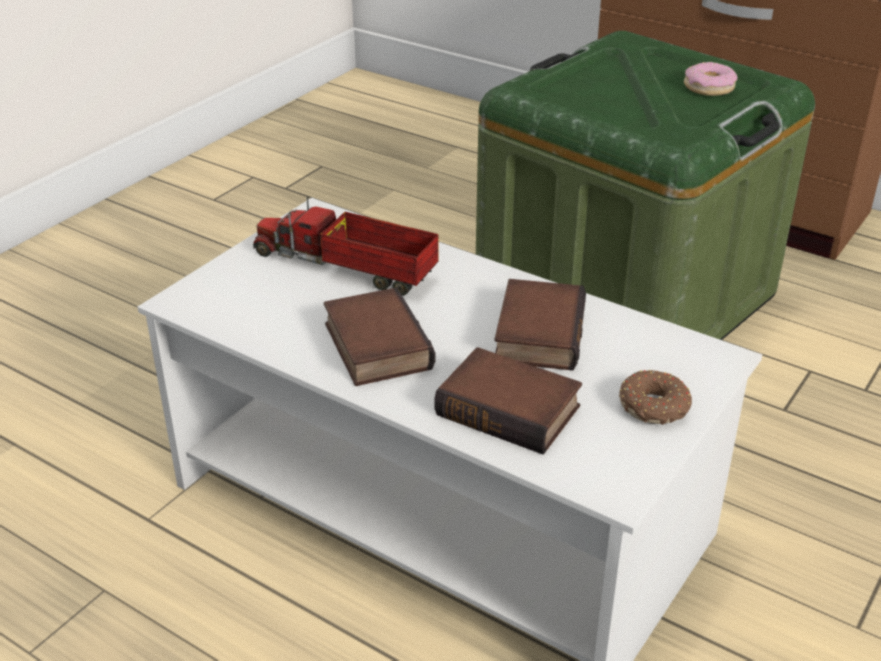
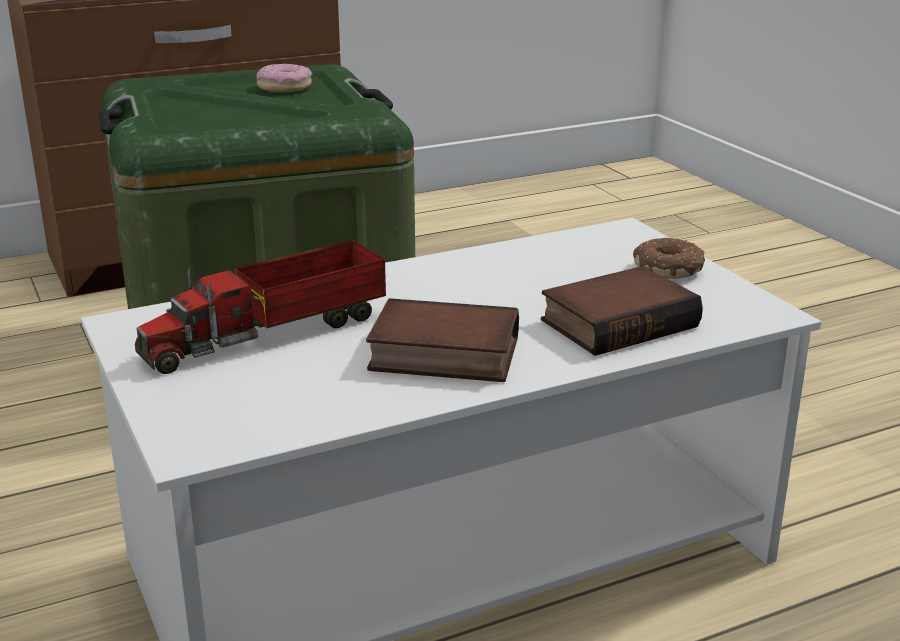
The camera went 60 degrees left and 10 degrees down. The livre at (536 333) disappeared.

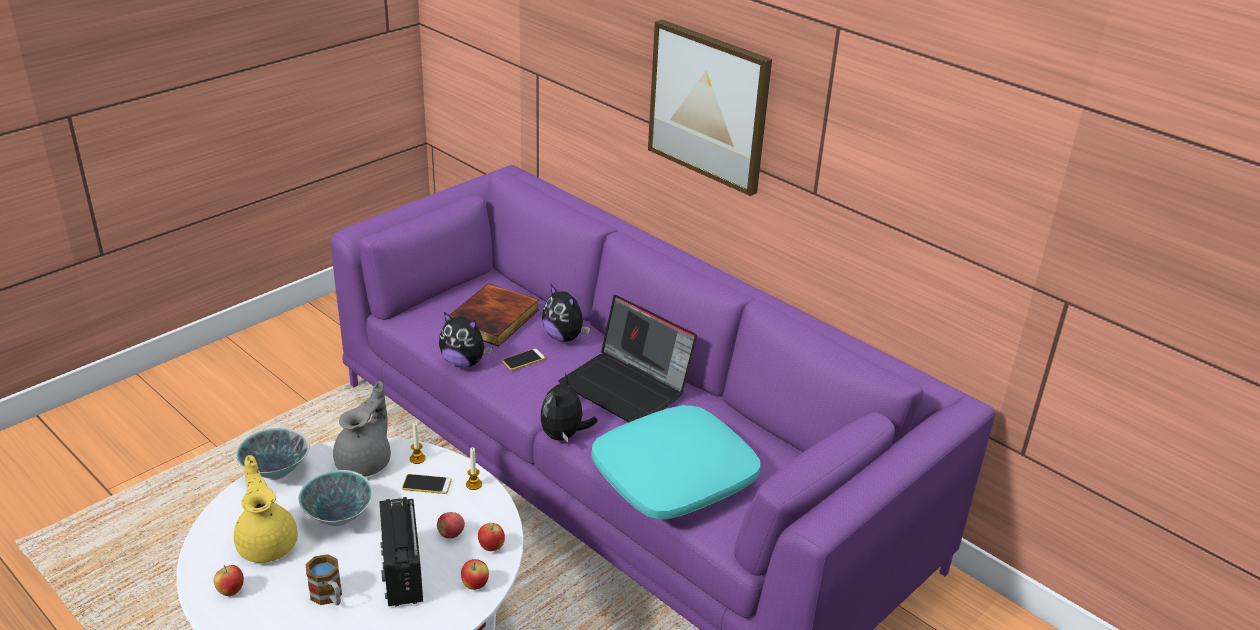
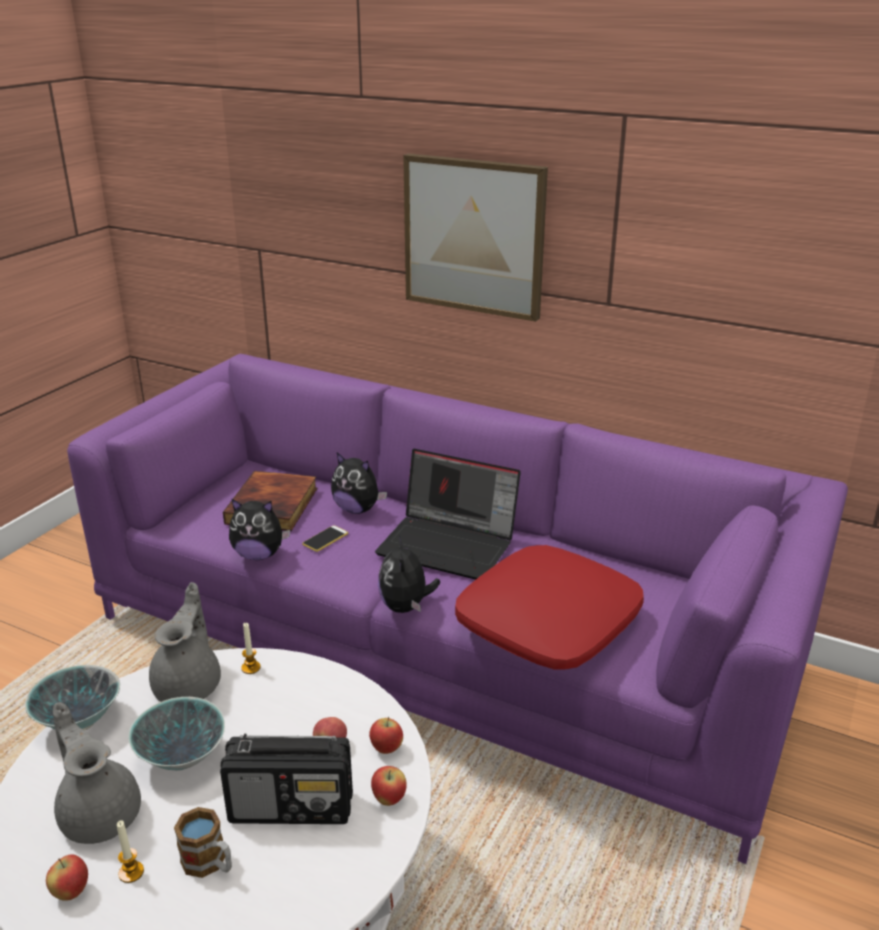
The camera went 15 degrees left and 5 degrees down. The théière/jaune at (268 543) became the théière/gris at (100 814). The bougie moved from (474 484) to (131 872). The radio at (402 573) turned 60 degrees counterclockwise. The coussin/turquoise at (674 477) became the coussin/rouge at (549 623). The téléphone at (427 484) disappeared.

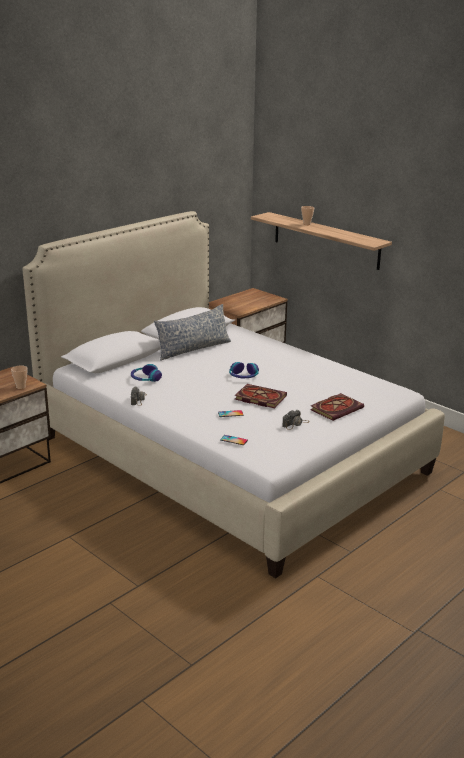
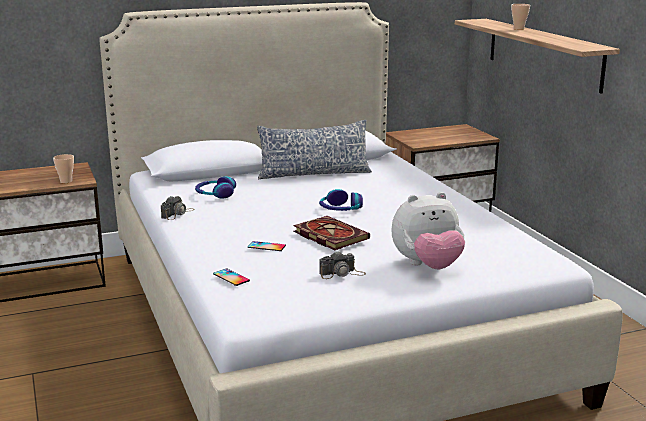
The camera went 25 degrees right and 5 degrees down. The livre at (337 408) was replaced by the peluche at (427 266).

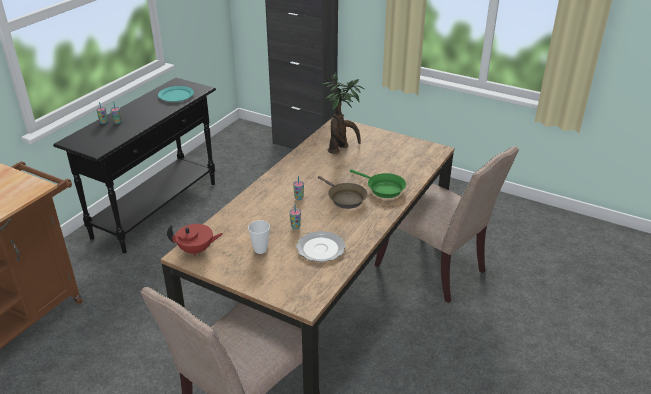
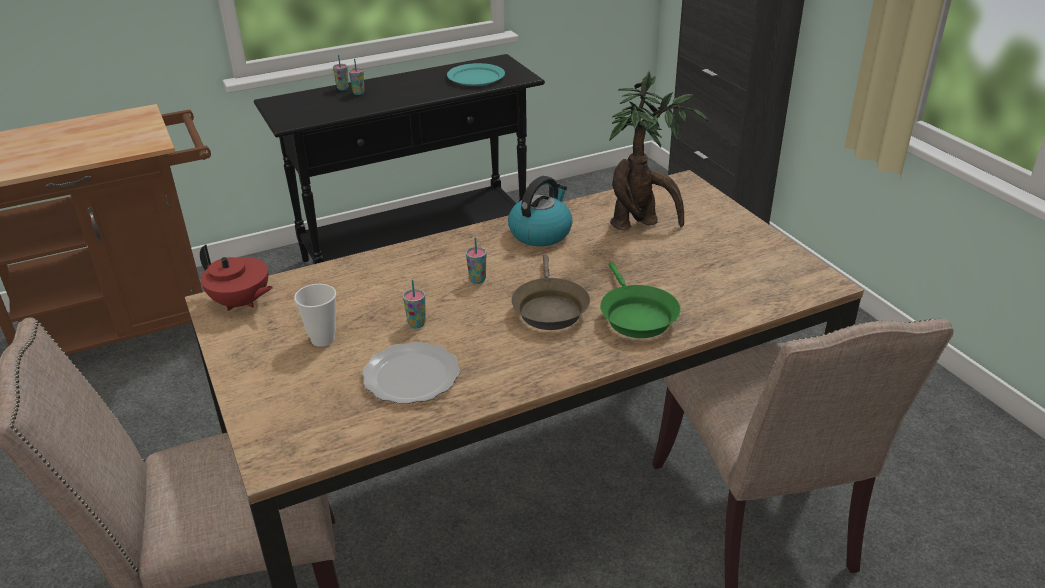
The camera went 35 degrees right and 0 degrees up. The bouilloire at (540 233) appeared.

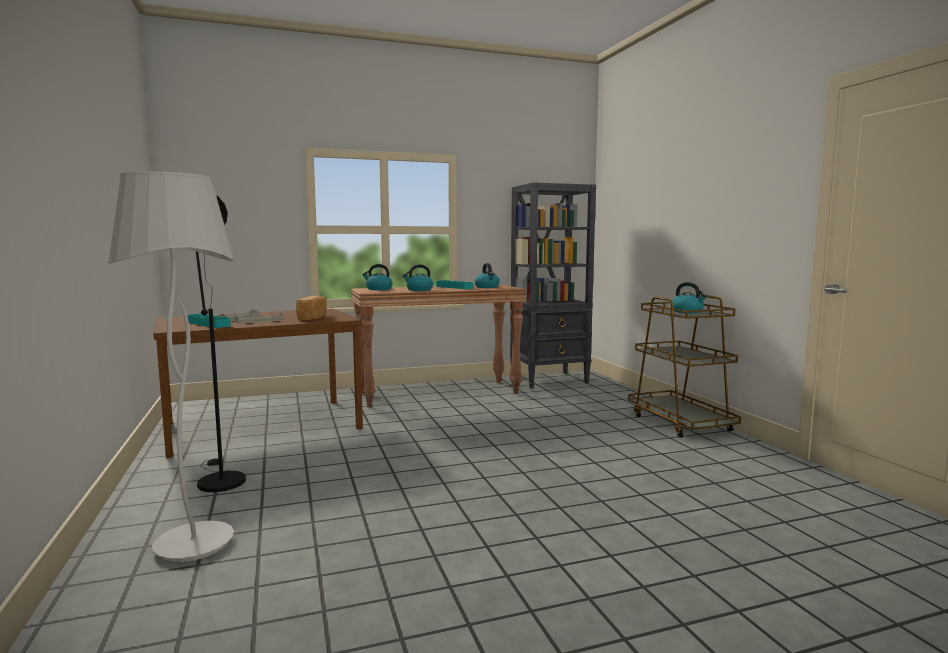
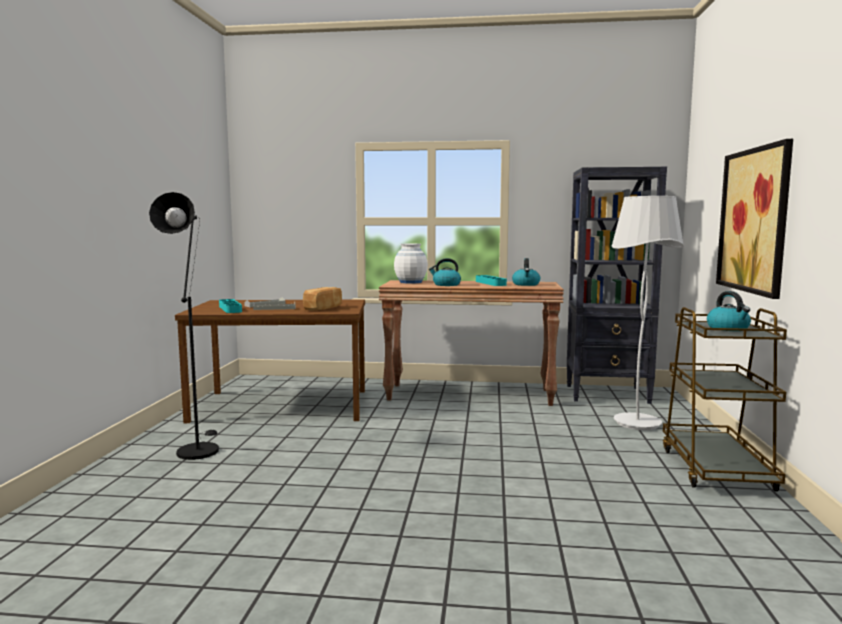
The camera went 25 degrees right and 0 degrees up. The bouilloire at (378 289) was replaced by the vase/blanc at (410 282). The lampadaire/blanc moved from (194 544) to (637 423). The tableau at (754 220) appeared.

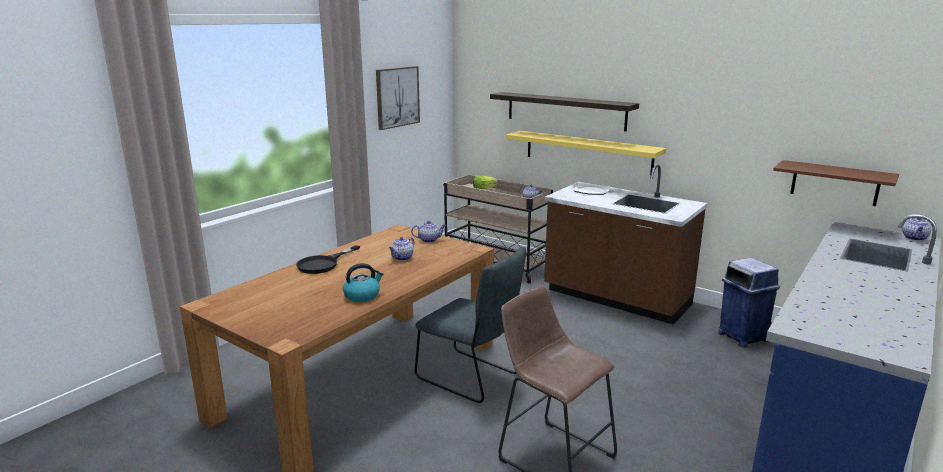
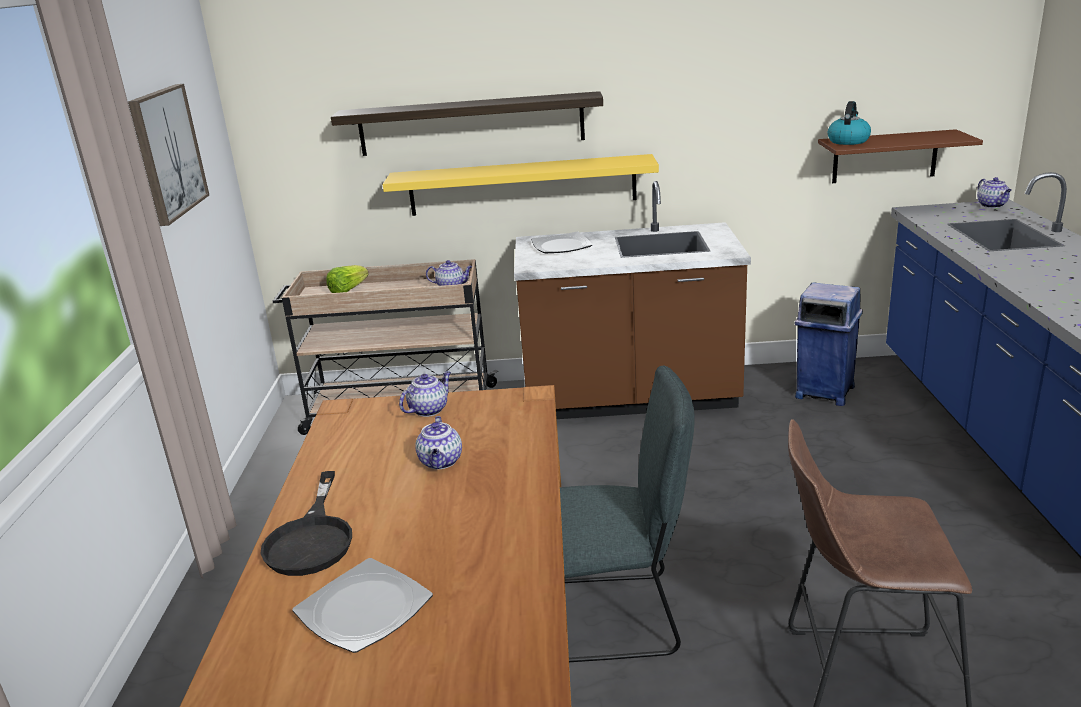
The camera went 35 degrees left and 5 degrees up. The assiette at (364 610) appeared. The bouilloire moved from (362 295) to (848 141).

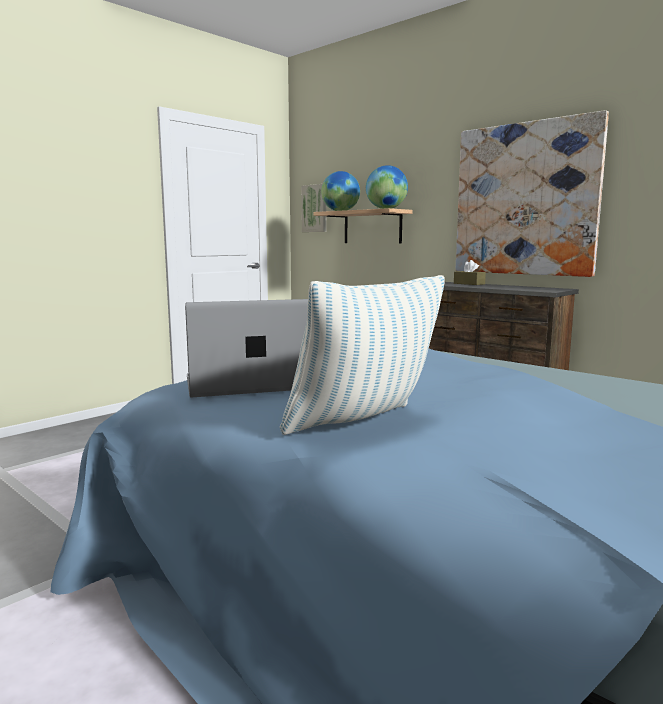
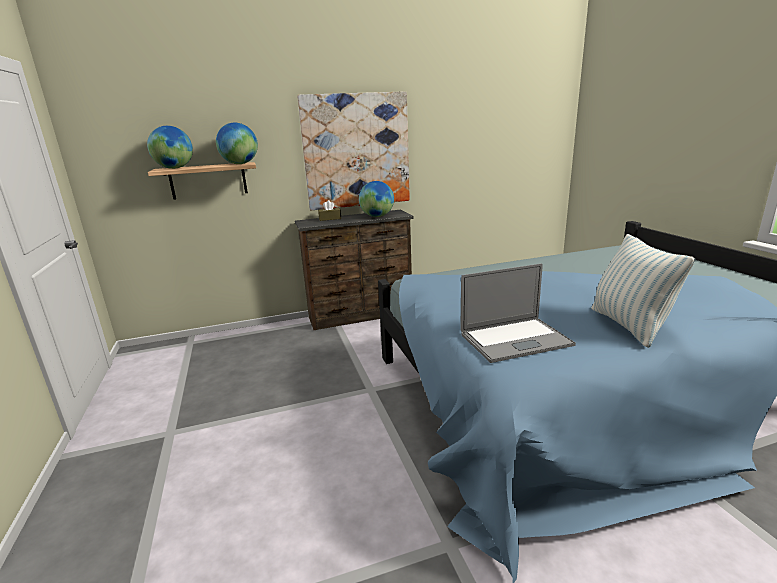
The camera went 60 degrees left and 10 degrees up. The globe at (377 216) appeared. The ordinateur portable at (250 383) turned 120 degrees counterclockwise. The tableau at (315 208) disappeared.

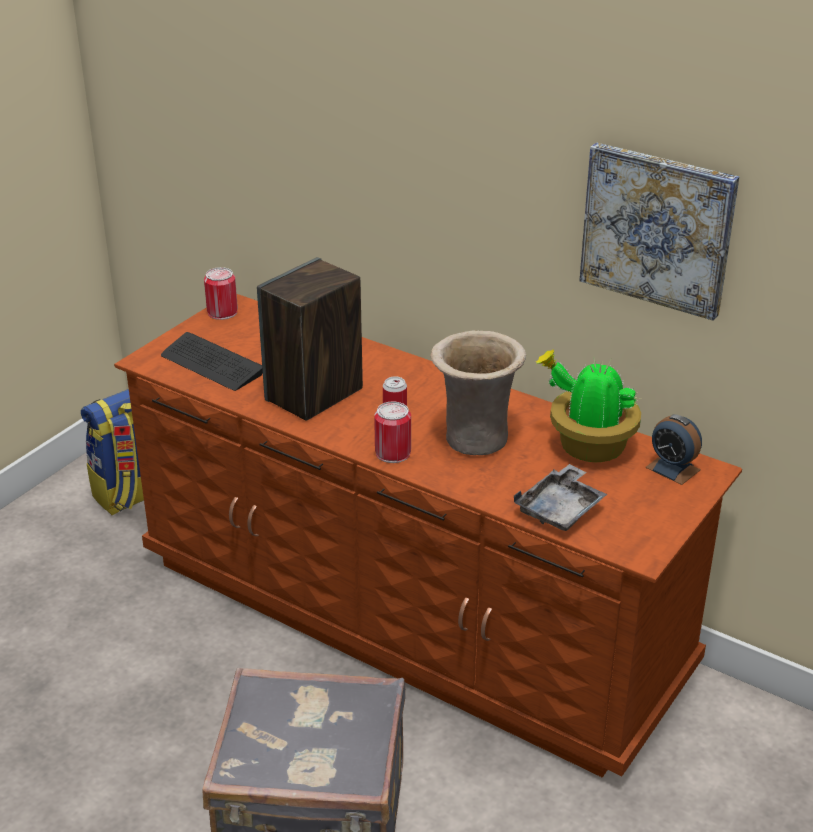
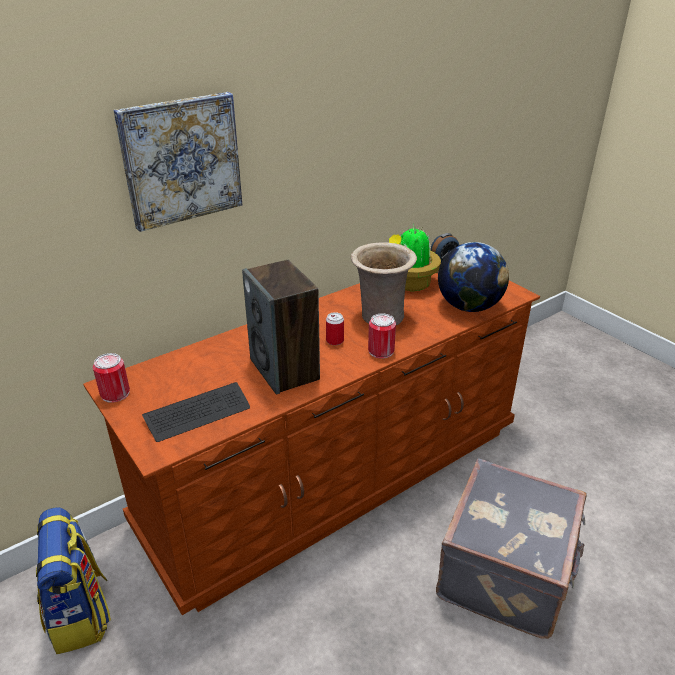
The camera went 70 degrees left and 0 degrees up. The tableau moved from (658 229) to (181 160). The plateau/gris at (561 509) was replaced by the globe at (469 306).

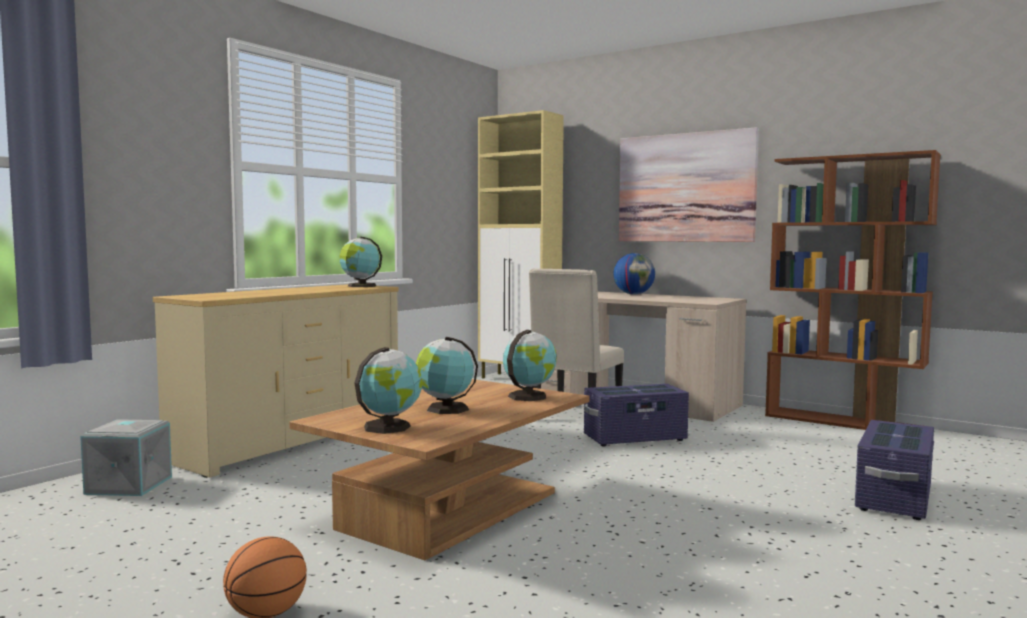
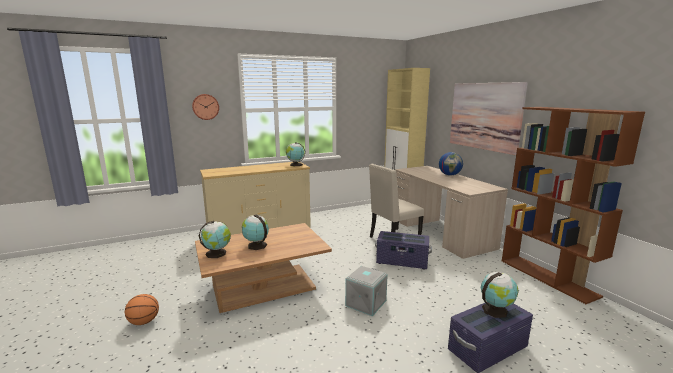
The camera went 30 degrees right and 10 degrees up. The horloge murale at (205 107) appeared. The boîte de rangement/gris moved from (128 485) to (365 303). The globe moved from (529 396) to (496 310).

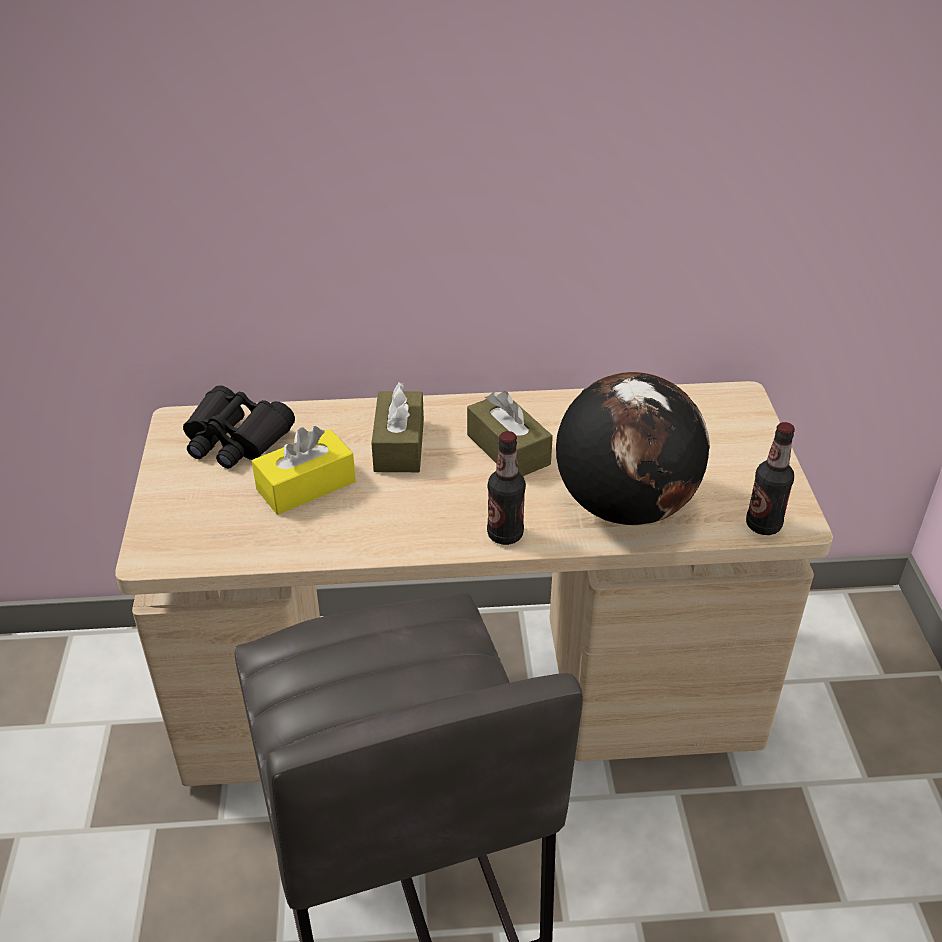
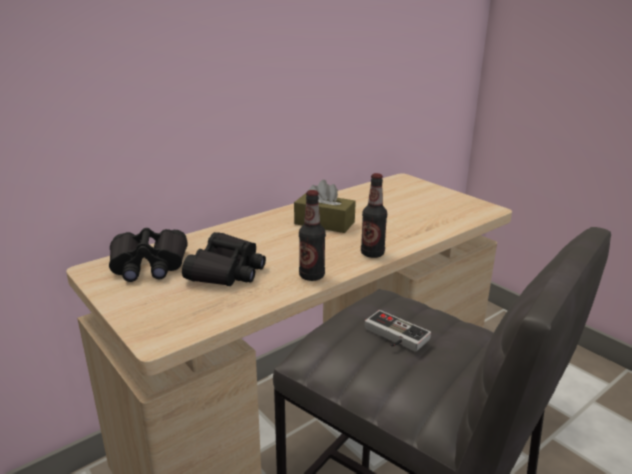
The camera went 35 degrees left and 15 degrees down. The boîte à mouchoirs/jaune at (306 486) was replaced by the jumelles/noir at (227 271). The bouteille moved from (763 525) to (311 276). The manette at (393 337) appeared. The boîte à mouchoirs/marron at (399 445) disappeared. The globe at (624 505) disappeared.

